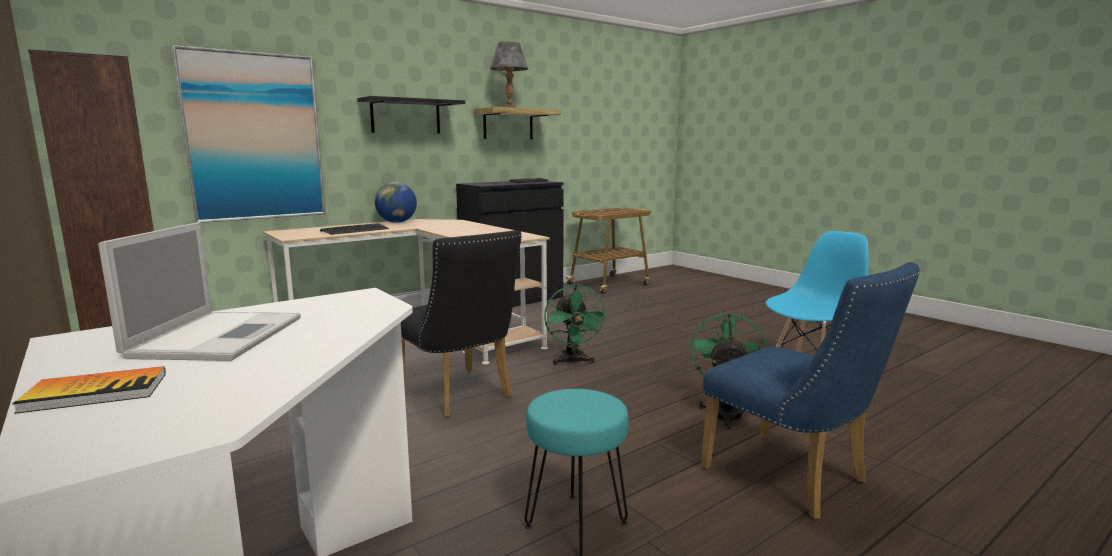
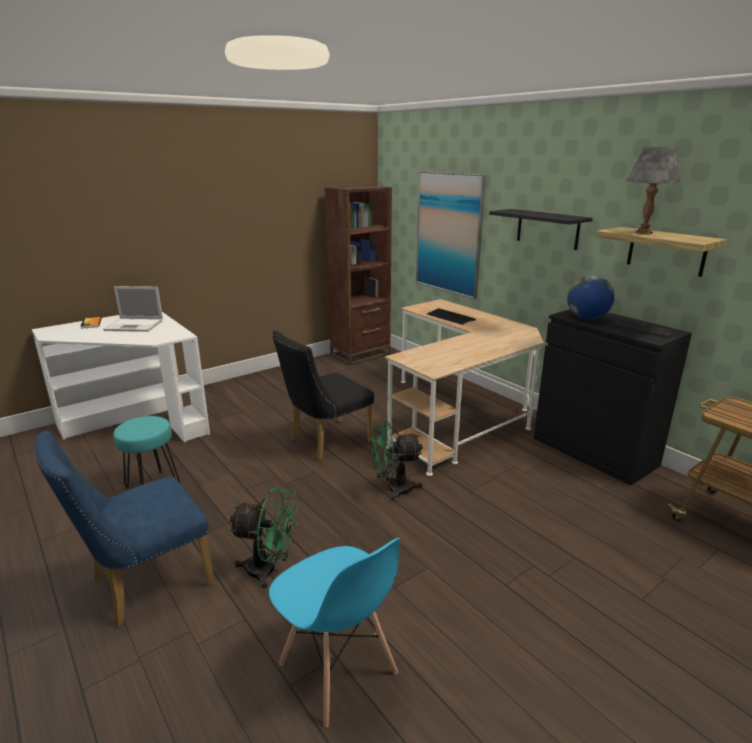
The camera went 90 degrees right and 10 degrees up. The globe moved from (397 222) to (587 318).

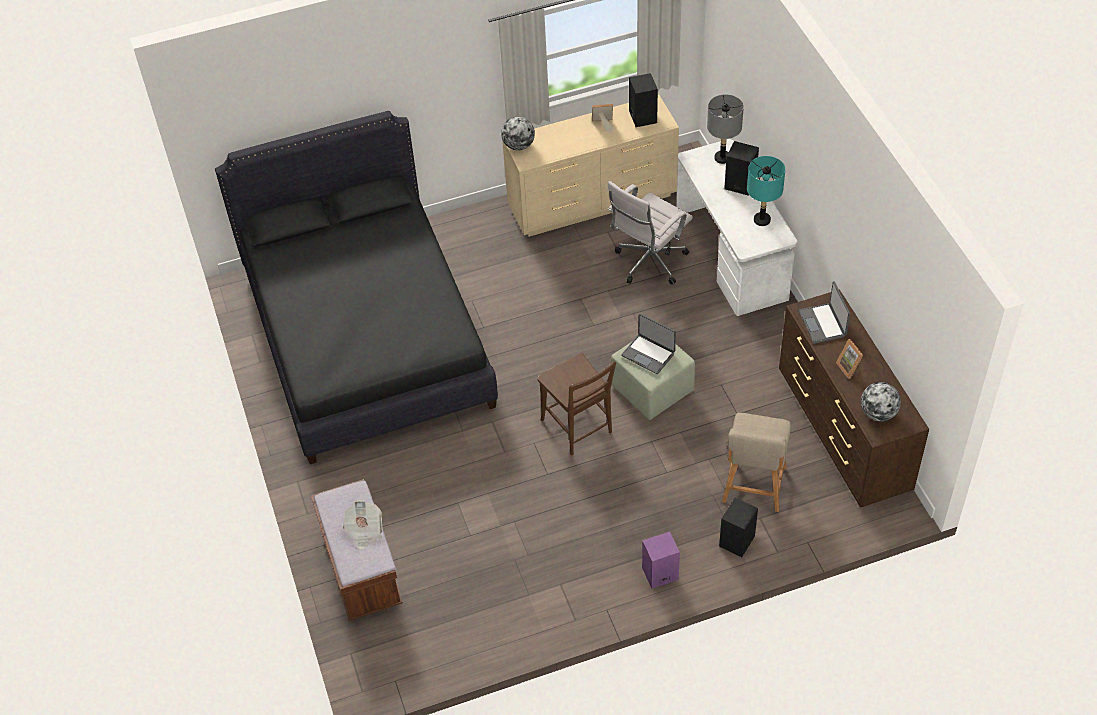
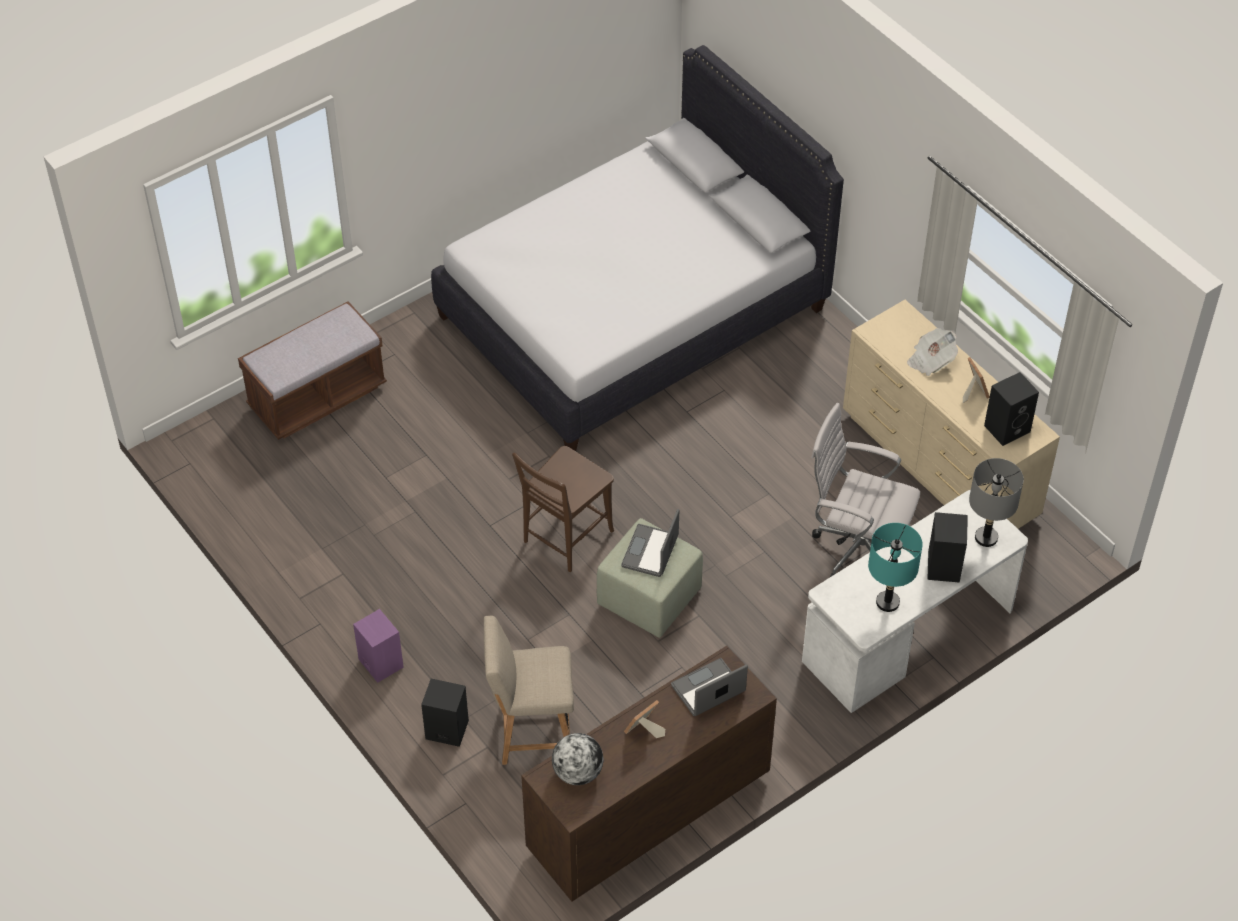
The camera went 70 degrees right and 0 degrees up. The lit/noir at (366 337) became the lit/blanc at (632 311). The journal moved from (364 530) to (930 360). The globe at (519 145) disappeared.

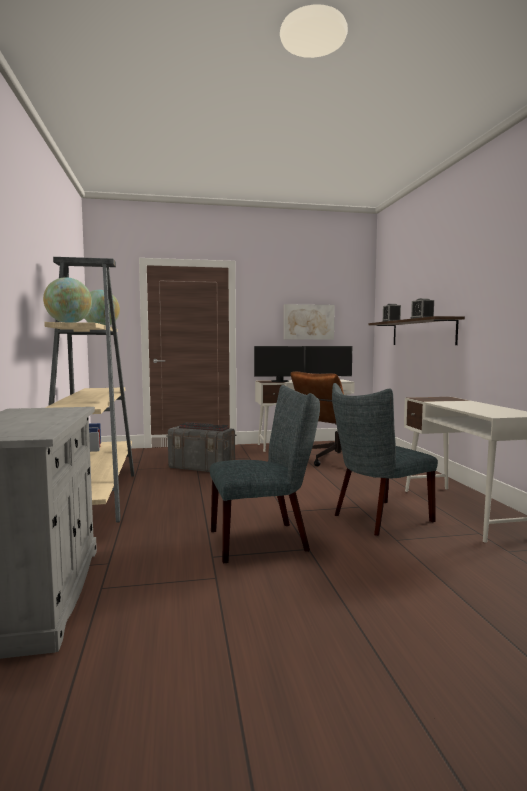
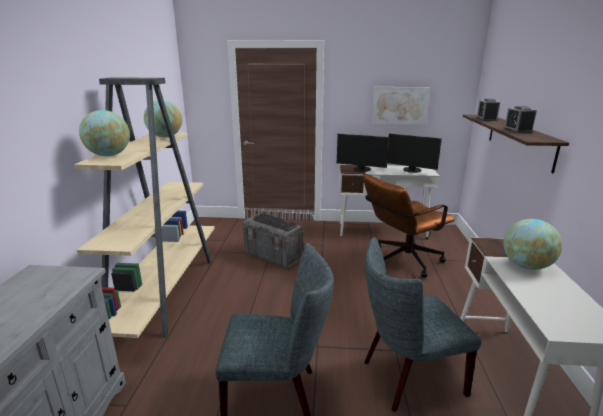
The camera went 15 degrees right and 15 degrees up. The globe at (526 266) appeared.

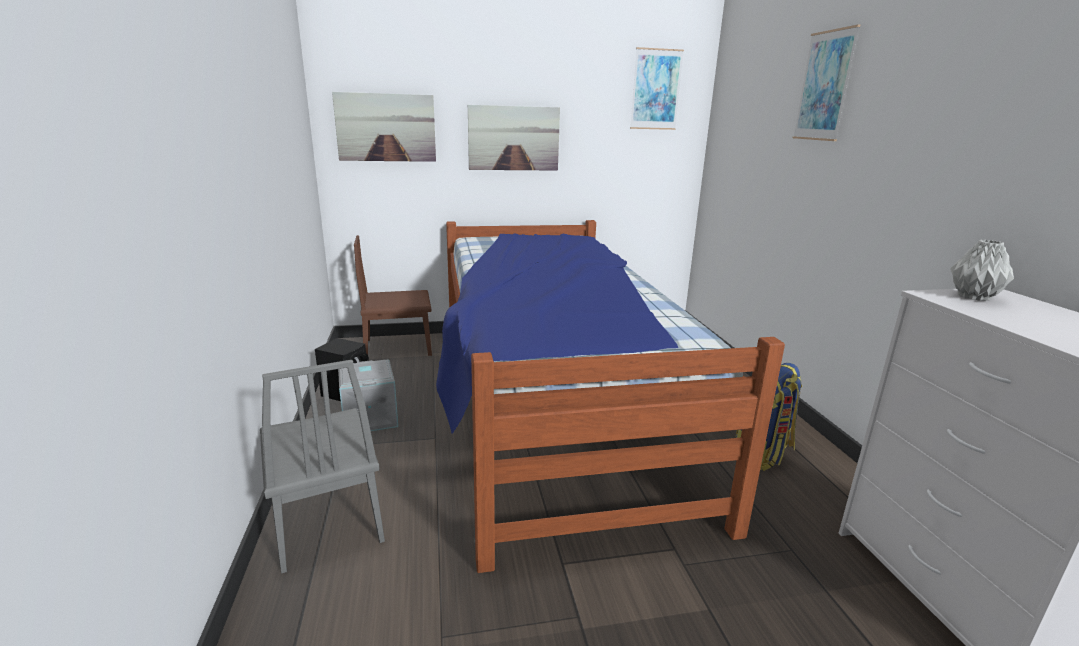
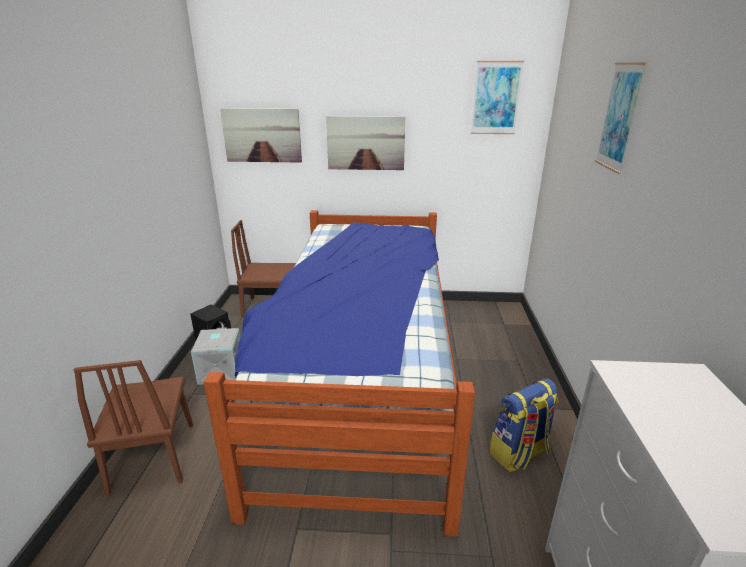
The camera went 15 degrees right and 5 degrees up. The chaise/gris at (326 519) became the chaise/marron at (153 456). The vase/gris at (972 297) disappeared.

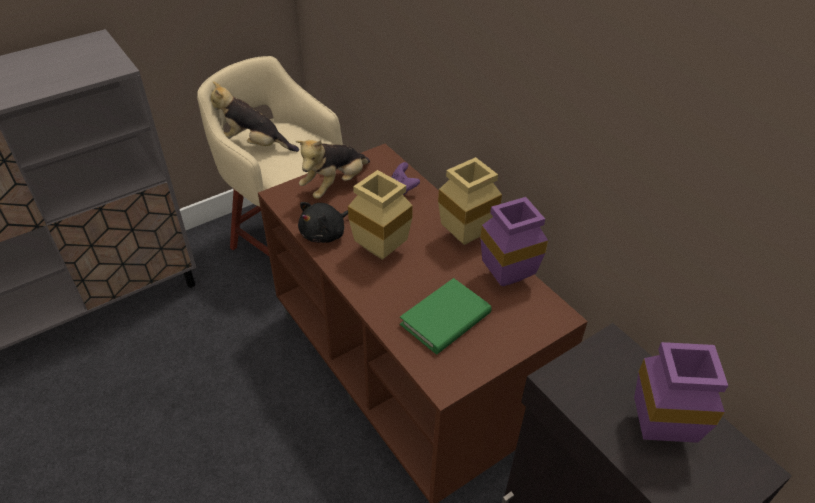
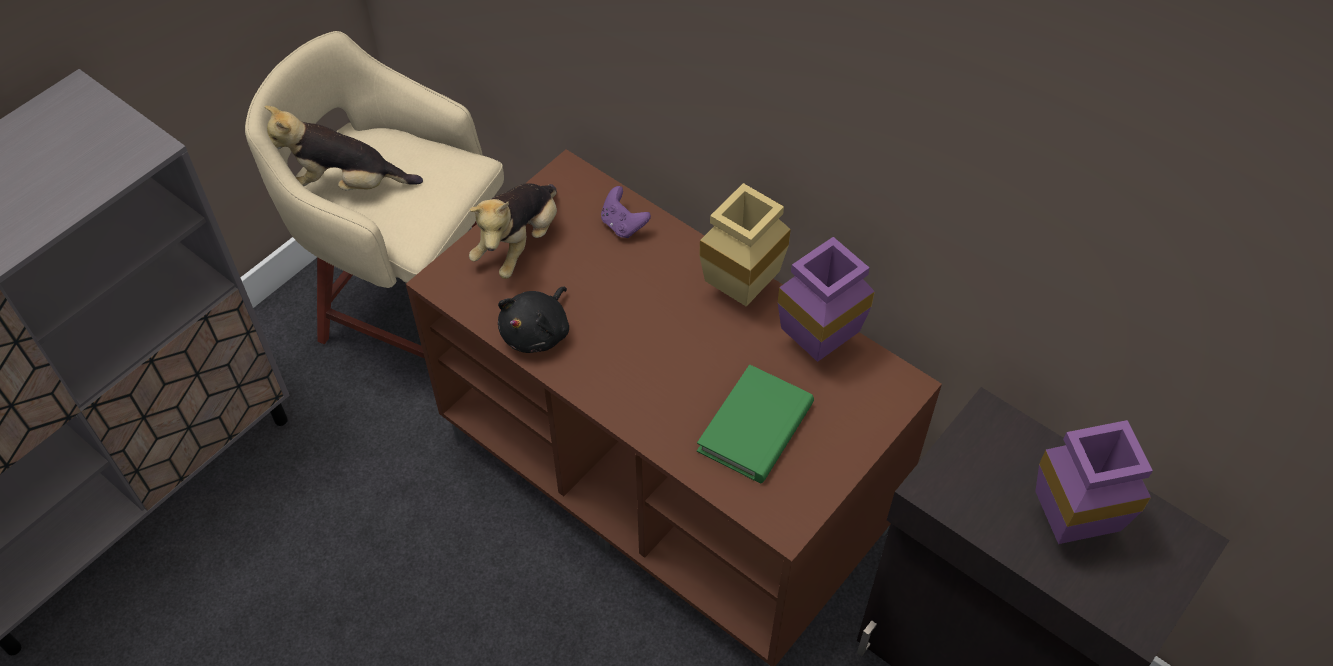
The camera went 15 degrees left and 10 degrees up. The vase/beige at (384 251) disappeared.

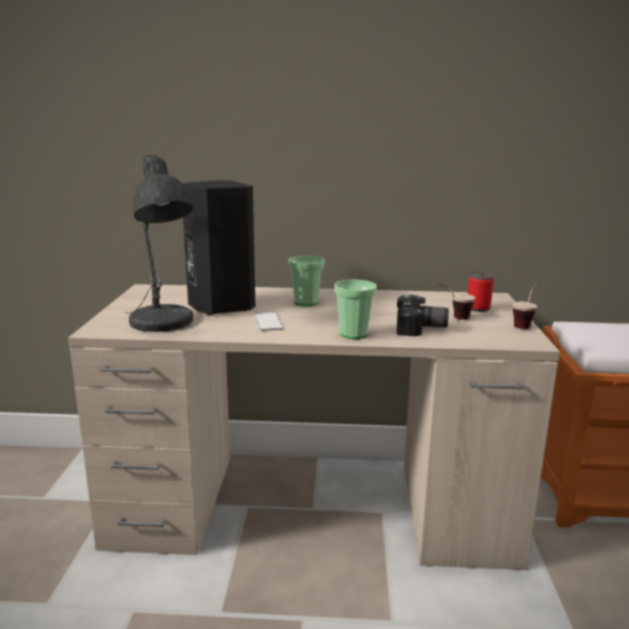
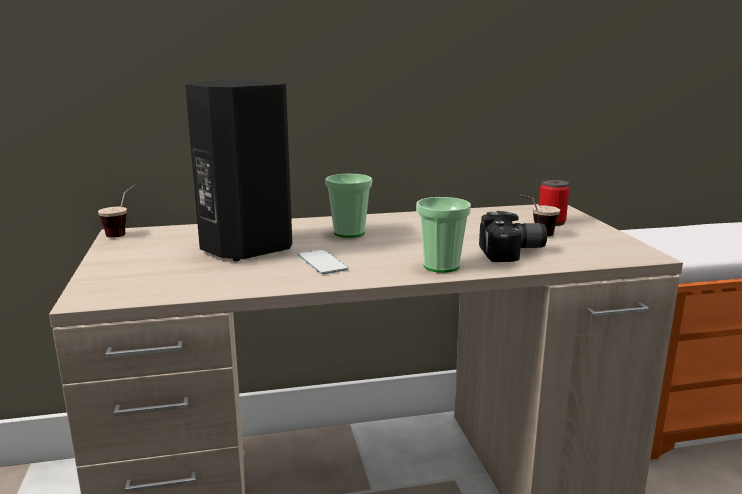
The camera went 15 degrees left and 0 degrees up. The tasse moved from (525 324) to (123 232). The lampe de table/gris at (163 324) disappeared.

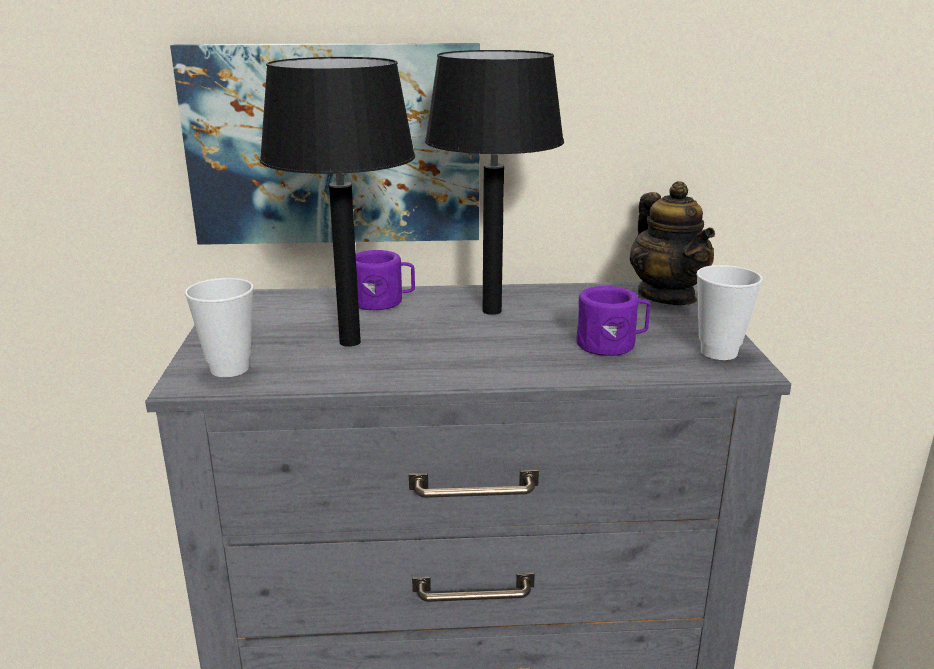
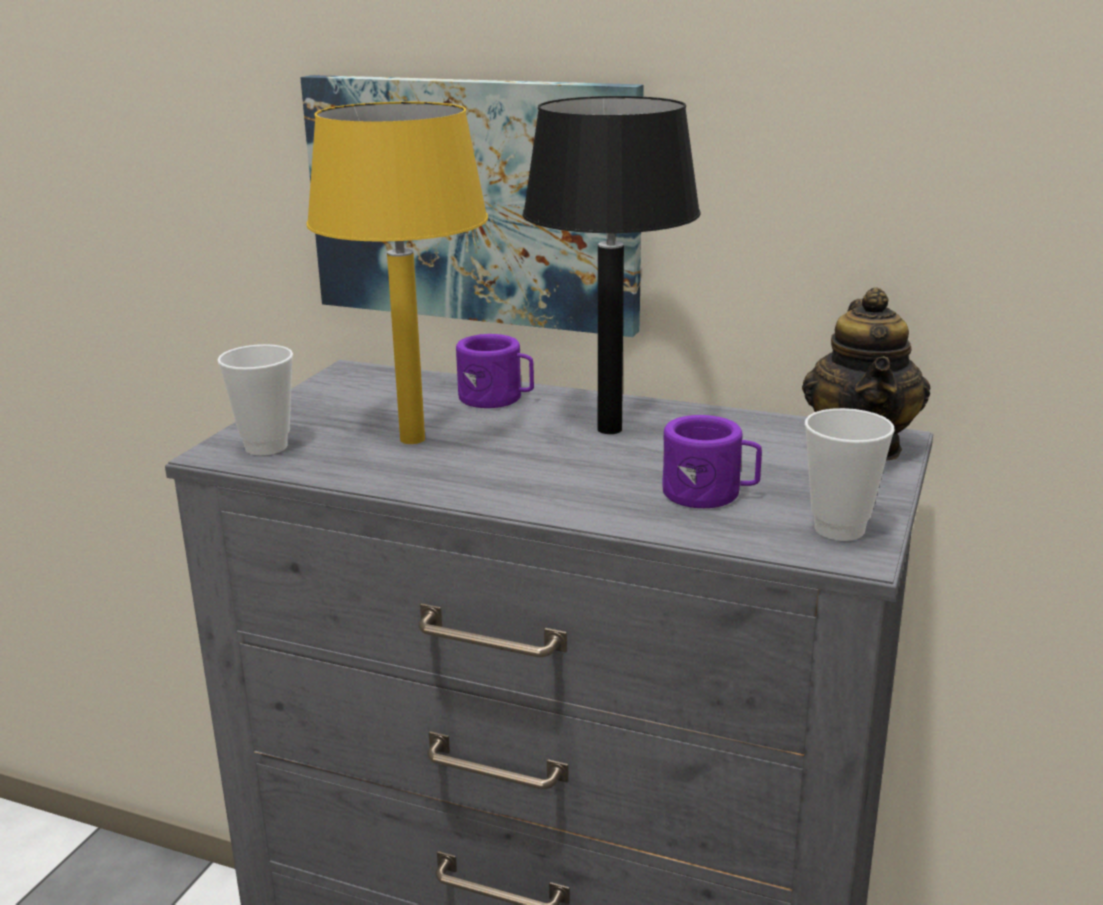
The camera went 25 degrees right and 0 degrees up. The lampe de table/noir at (349 342) became the lampe de table/jaune at (411 439).

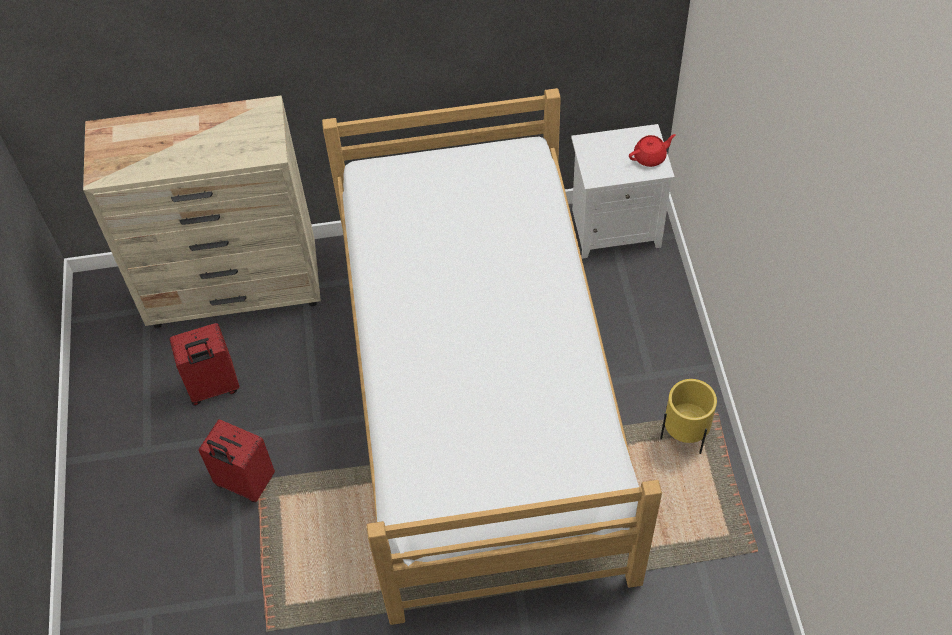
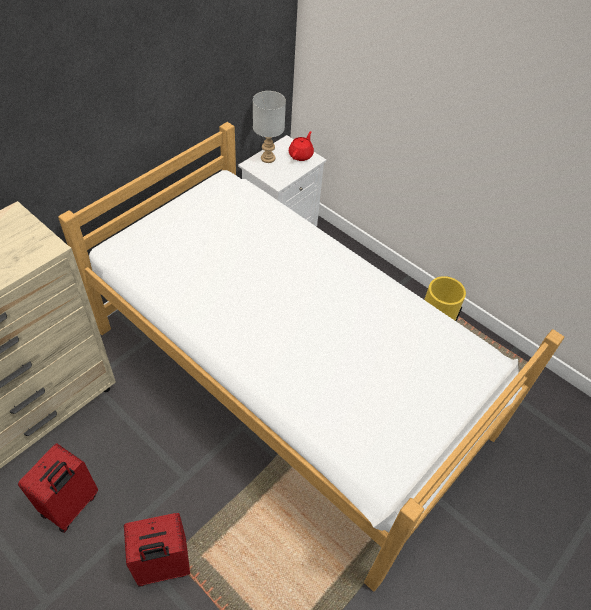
The camera went 45 degrees left and 5 degrees down. The lampe de table/gris at (268 158) appeared.

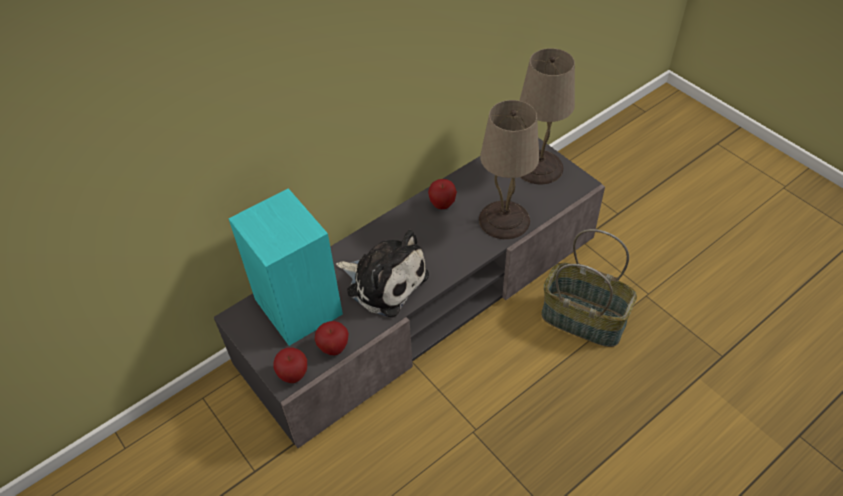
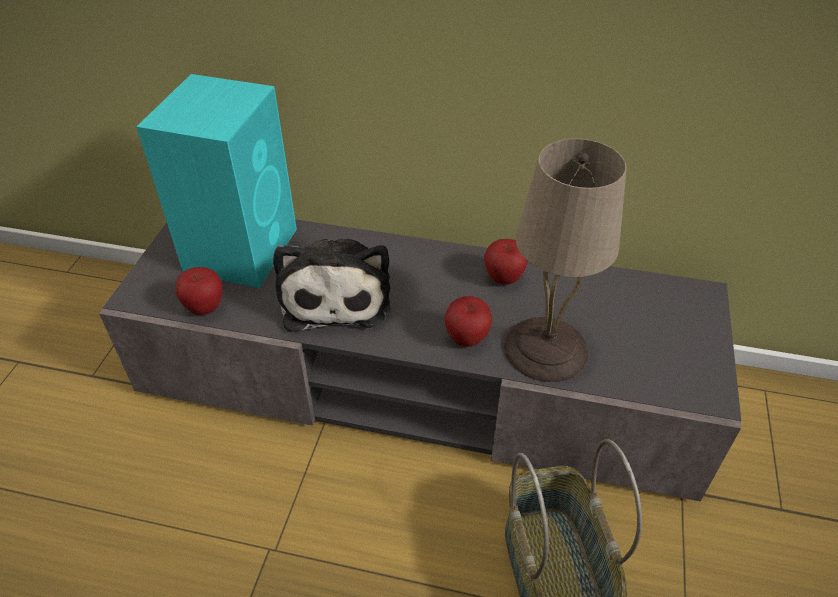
The camera went 50 degrees right and 5 degrees down. The pomme moved from (293 375) to (466 339). The lampe de table/beige at (539 166) disappeared.

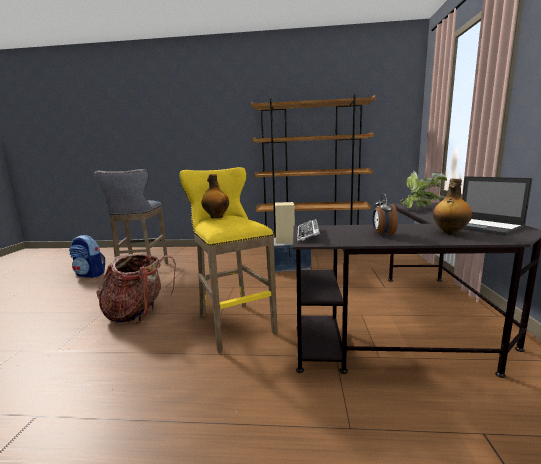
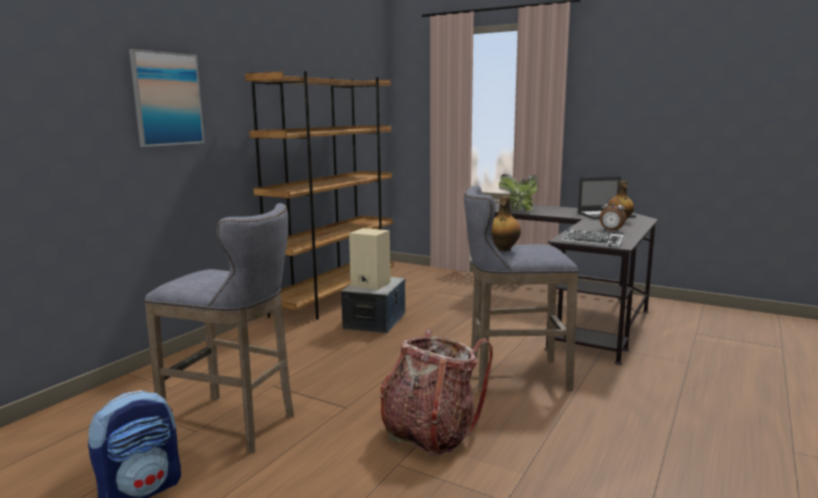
The camera went 65 degrees left and 0 degrees up. The tableau at (167 99) appeared. The tabouret/jaune at (233 322) became the tabouret/gris at (512 376).

